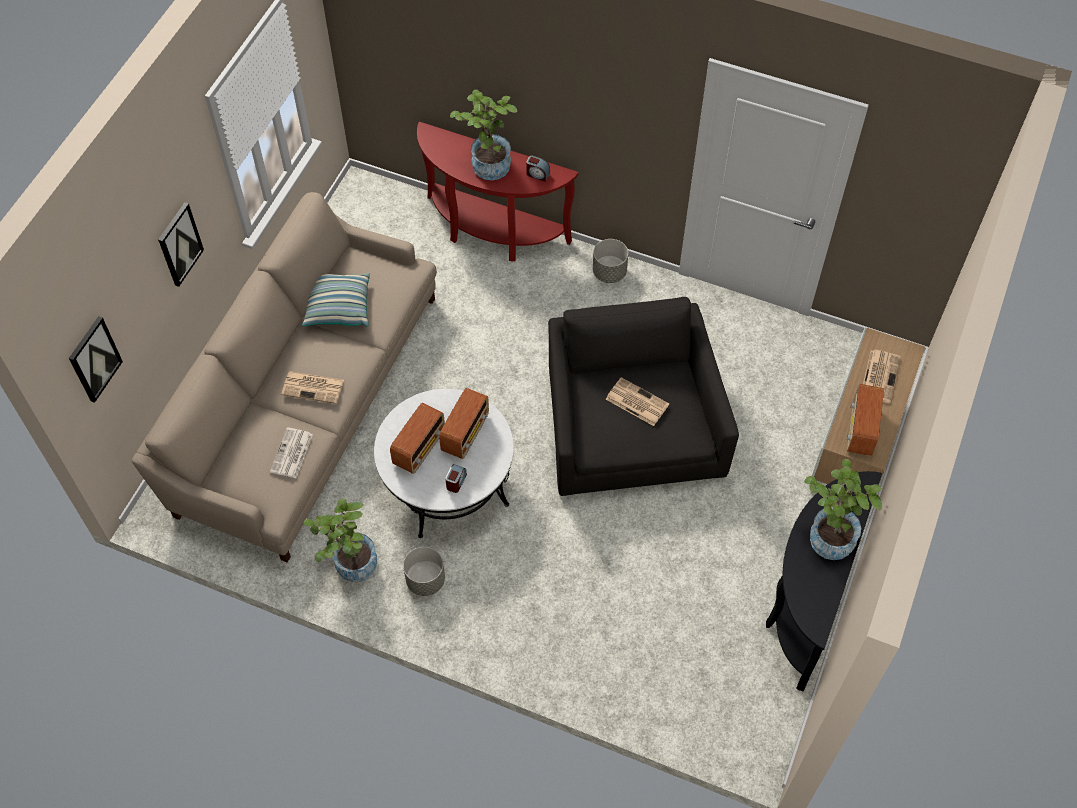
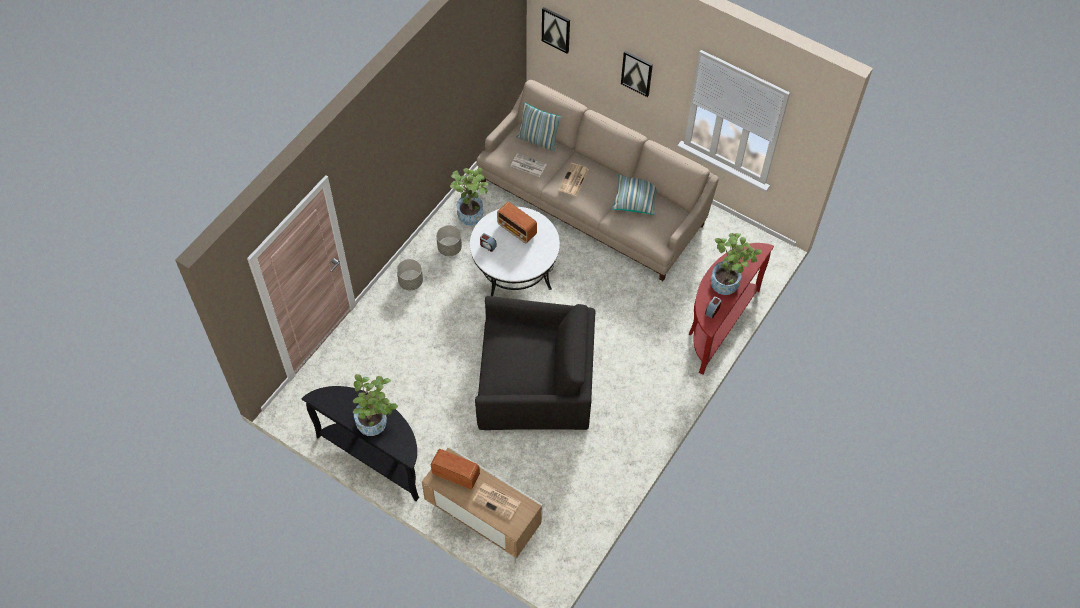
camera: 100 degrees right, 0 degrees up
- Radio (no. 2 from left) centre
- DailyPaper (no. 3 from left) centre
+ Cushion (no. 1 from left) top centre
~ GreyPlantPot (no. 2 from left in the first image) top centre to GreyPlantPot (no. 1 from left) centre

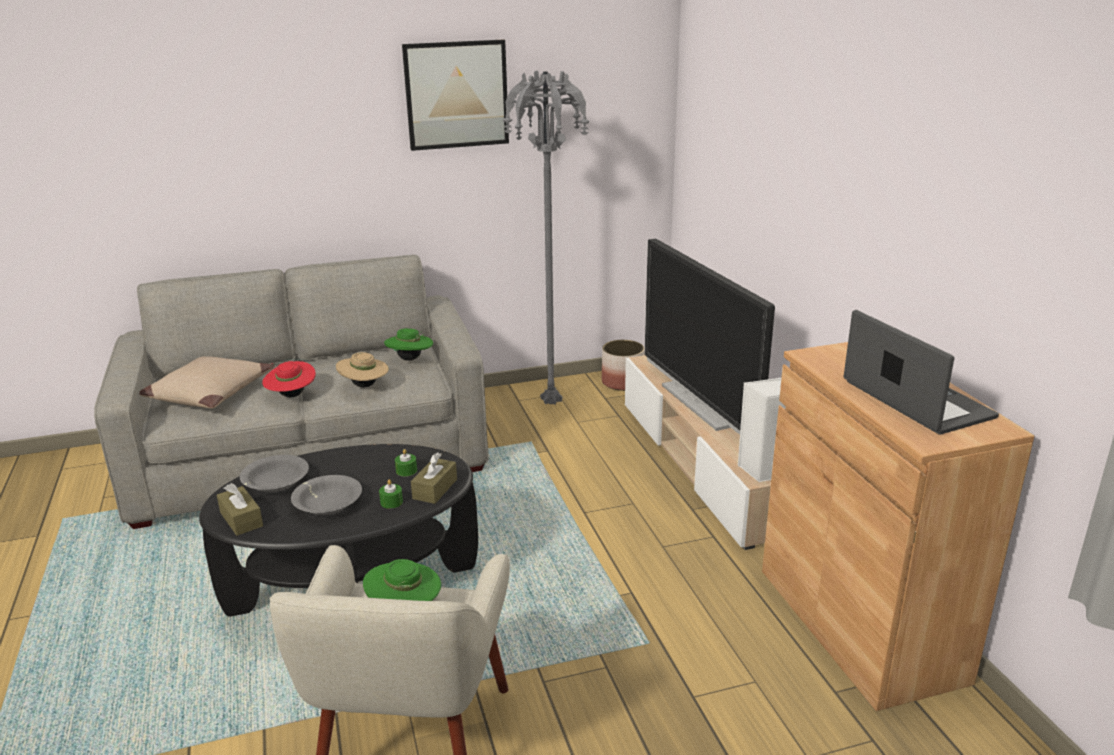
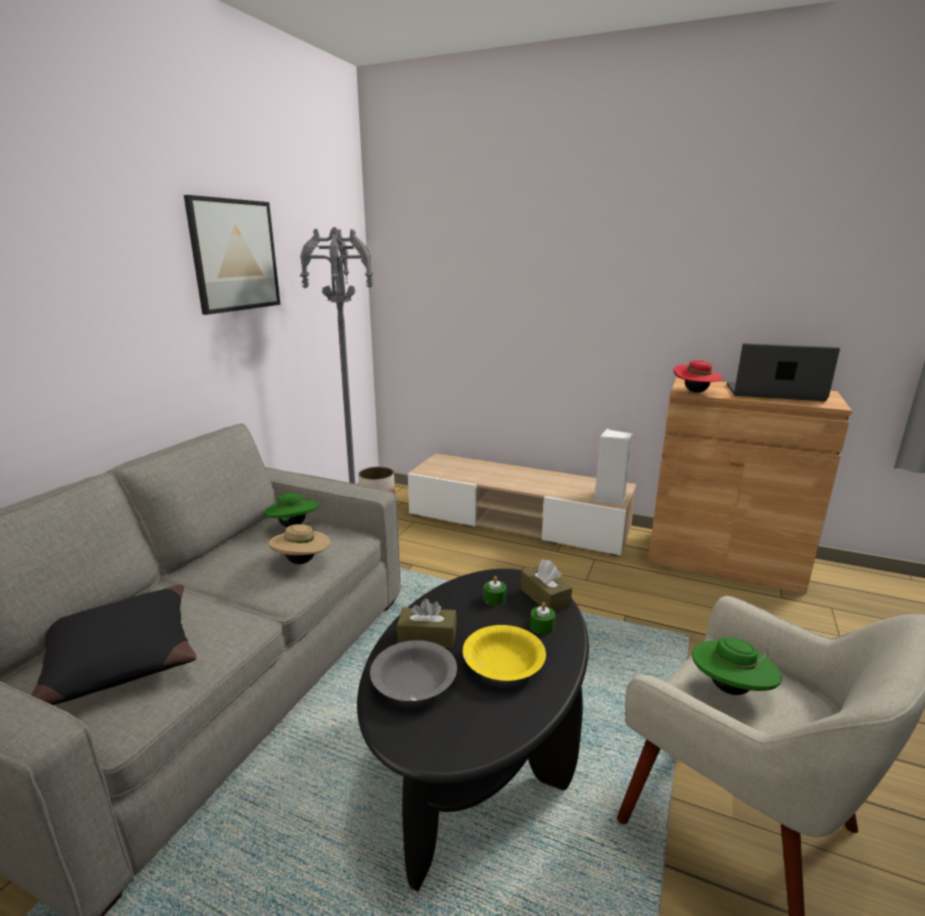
camera: 50 degrees left, 5 degrees down
- Television centre
~ BrownTissueHolder (no. 1 from left) bottom left to bottom centre
~ RedColouredHat middle left to middle right
~ SandColouredCushion middle left to BlackishCushion bottom left
~ GreyDeepDish (no. 2 from left) middle left to YellowColouredDeepDish bottom centre

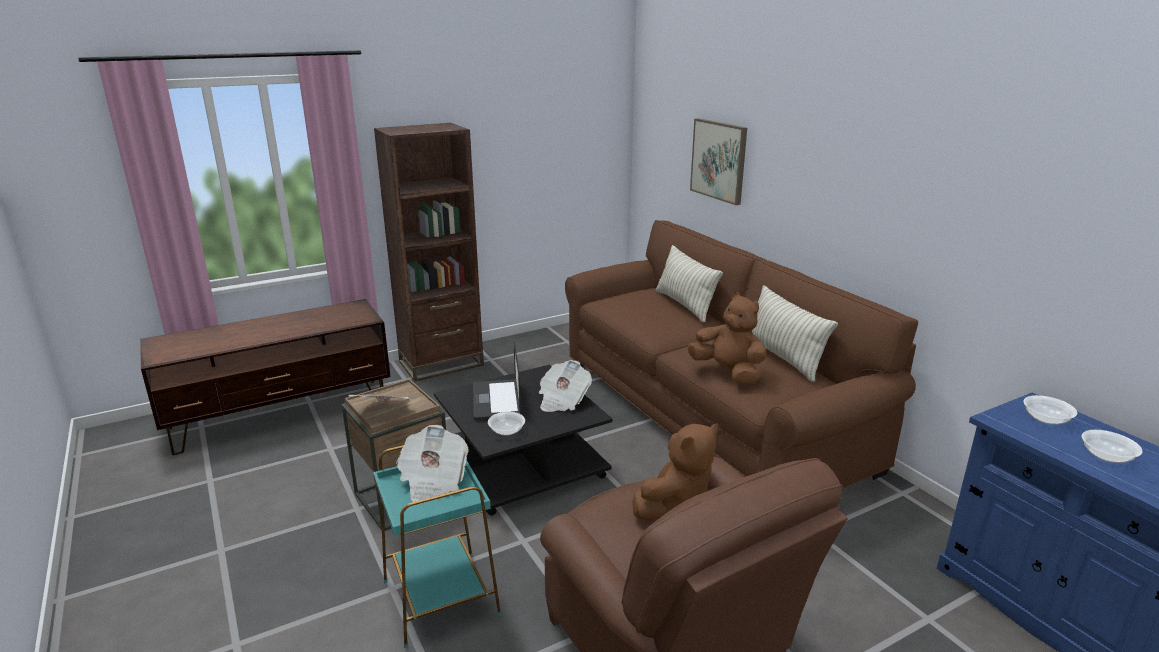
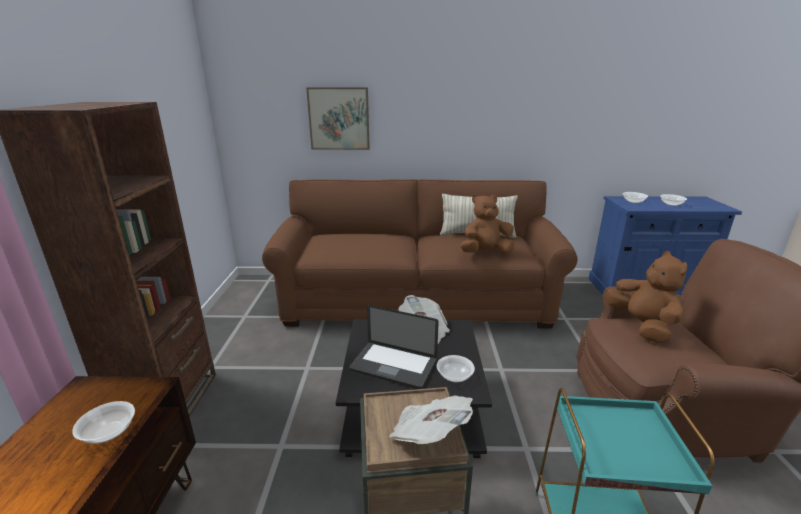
camera: 60 degrees left, 0 degrees up
- DailyPaper (no. 2 from left) bottom centre
- Cushion (no. 1 from left) centre
+ DeepDish (no. 1 from left) bottom left

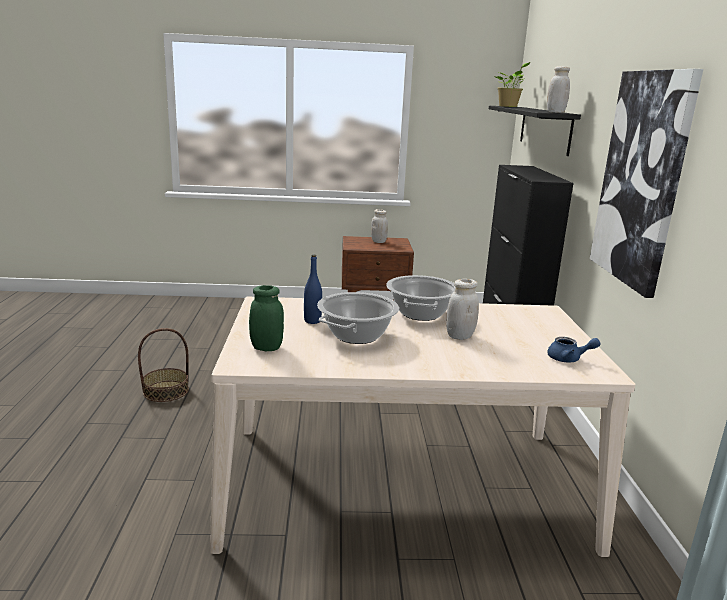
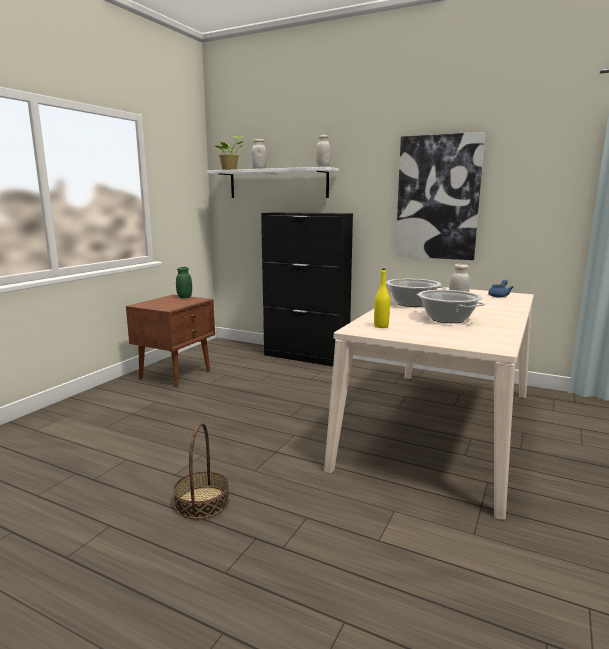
camera: 60 degrees left, 5 degrees down
- BlueColouredDrinkBottle centre
+ YellowColouredDrinkBottle centre
~ GreenColouredStorageJar centre to middle left
~ WhitishStorageJar (no. 1 from left) centre to top centre
~ BlackishBracketShelf top right to WhitishBracketShelf top centre

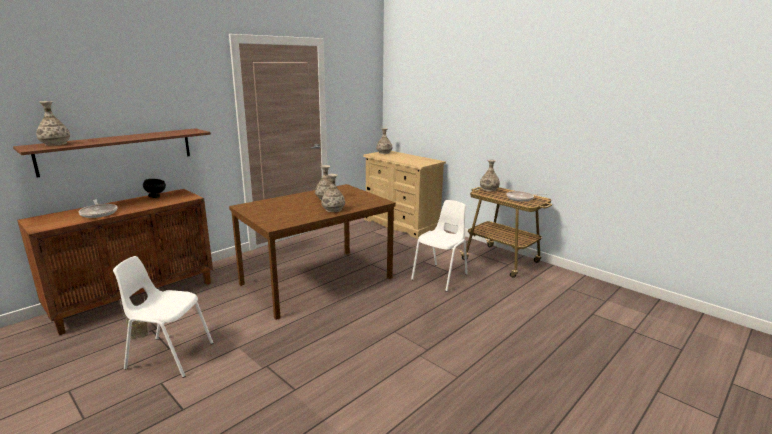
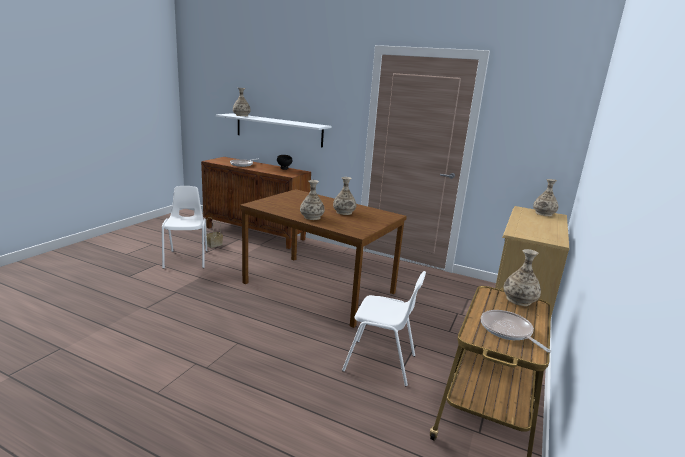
camera: 70 degrees right, 0 degrees up
~ BrownBracketShelf middle left to WhitishBracketShelf top centre

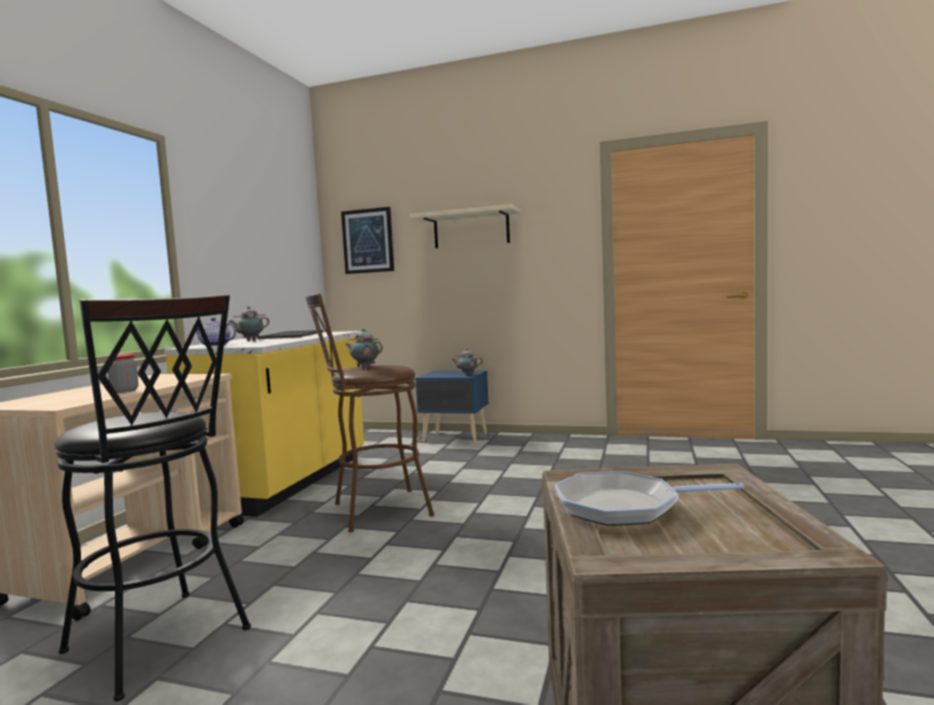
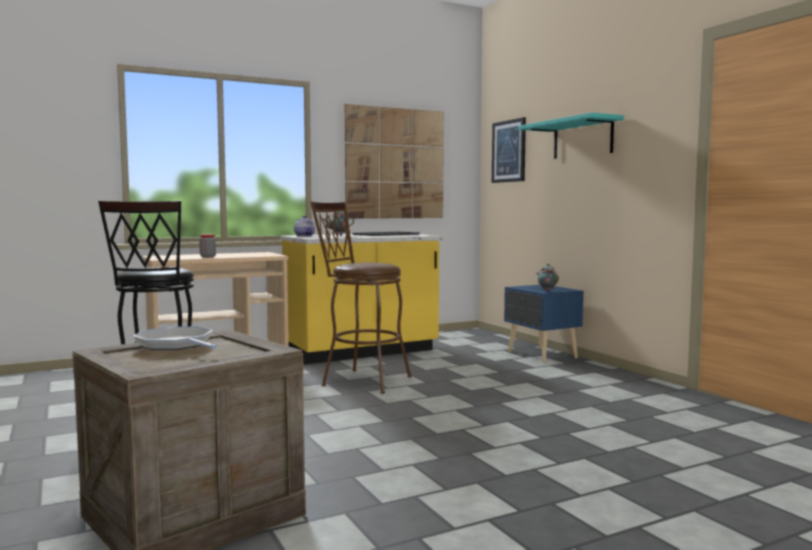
camera: 45 degrees right, 0 degrees up
- TeaPot (no. 3 from left) centre
+ WallArt (no. 1 from left) top centre
~ SandColouredBracketShelf top centre to TurquoiseColouredBracketShelf top right

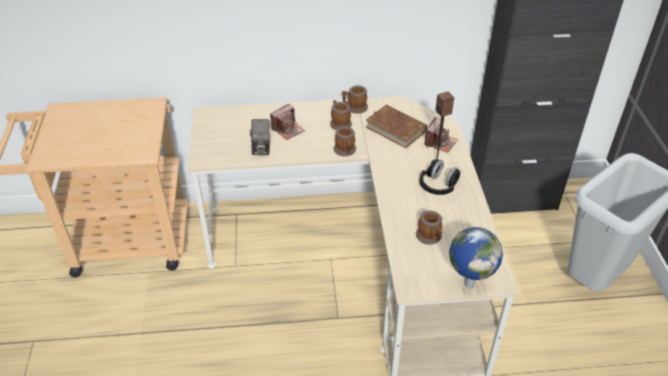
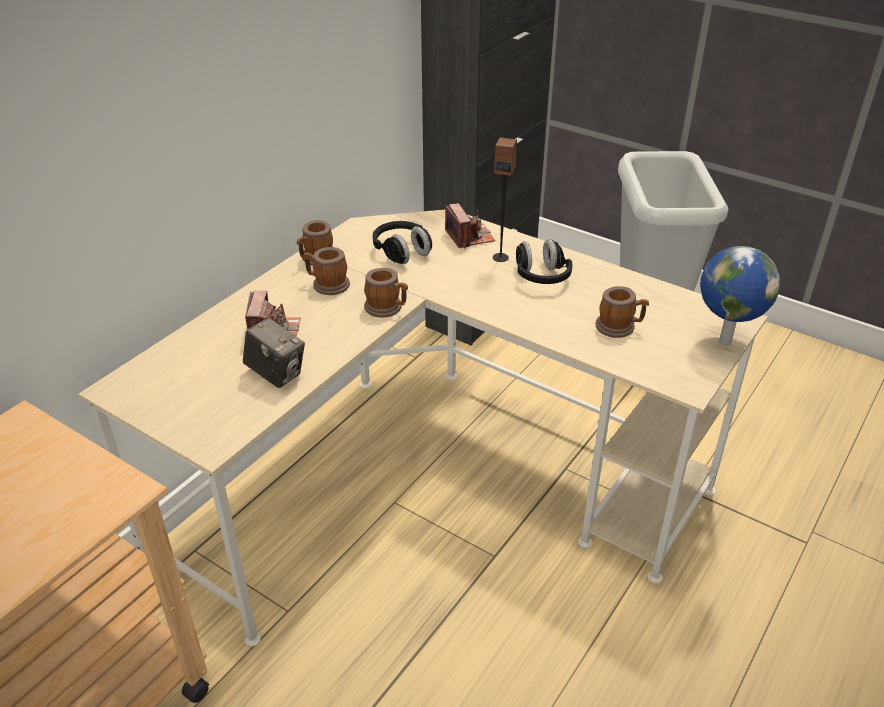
camera: 50 degrees left, 5 degrees down
~ BrownBook centre to BlackishHeadphones (no. 1 from left) centre

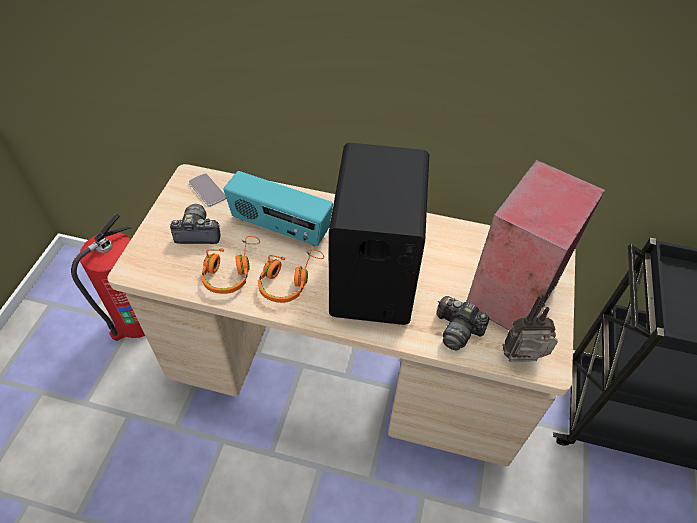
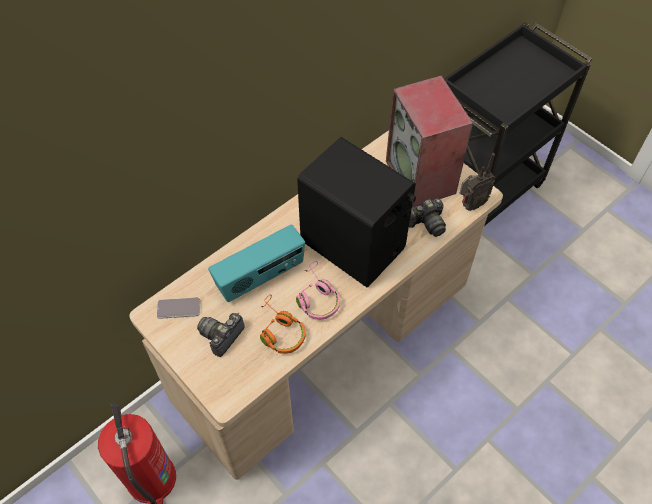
camera: 55 degrees left, 5 degrees up
~ OrangeHeadphones (no. 2 from left) centre to PinkColouredHeadphones centre
~ Radio (no. 2 from left) middle right = middle right 150 degrees counterclockwise

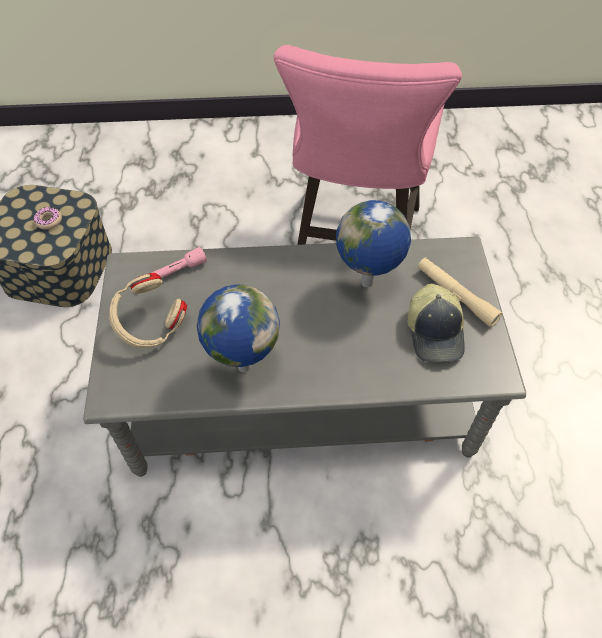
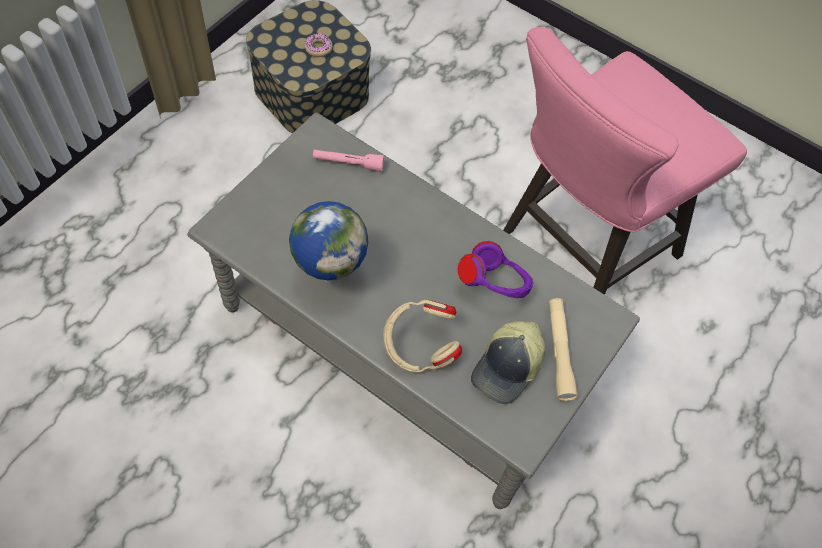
camera: 35 degrees right, 5 degrees up
~ SandColouredHeadphones middle left to centre
~ DeskGlobe (no. 2 from left) centre to PurplishHeadphones centre

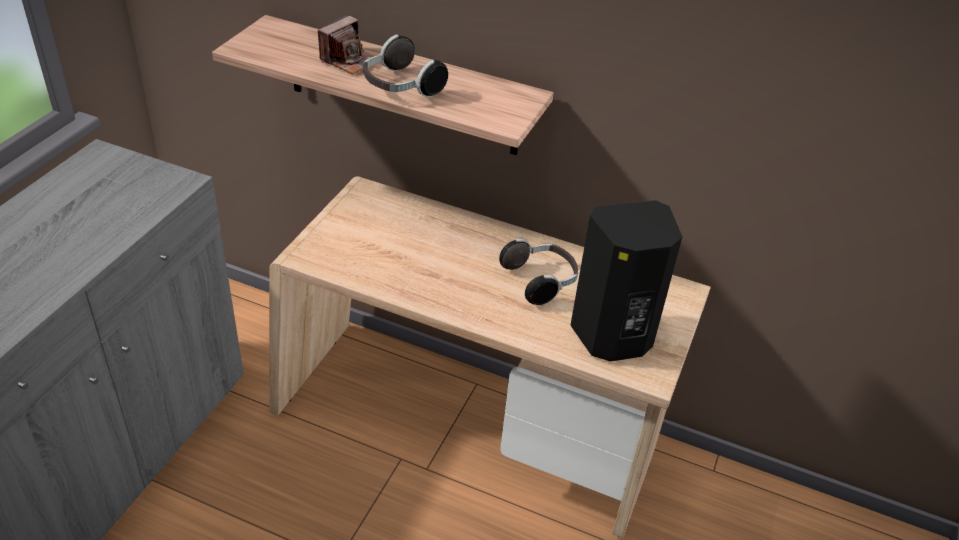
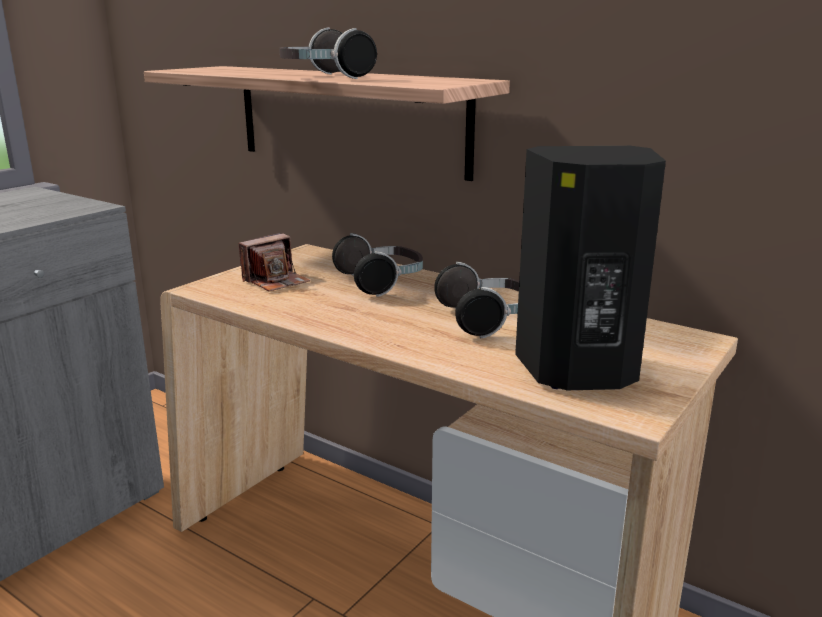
camera: 15 degrees right, 20 degrees down
+ Headphones (no. 2 from left) centre
~ PhotoCamera top centre to centre

